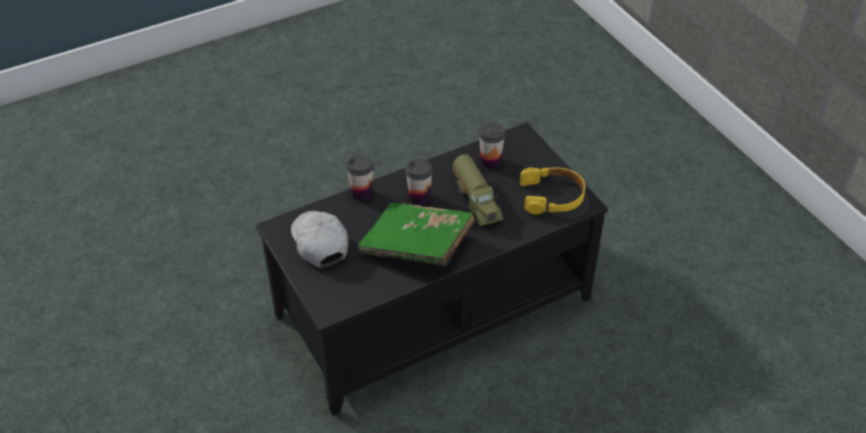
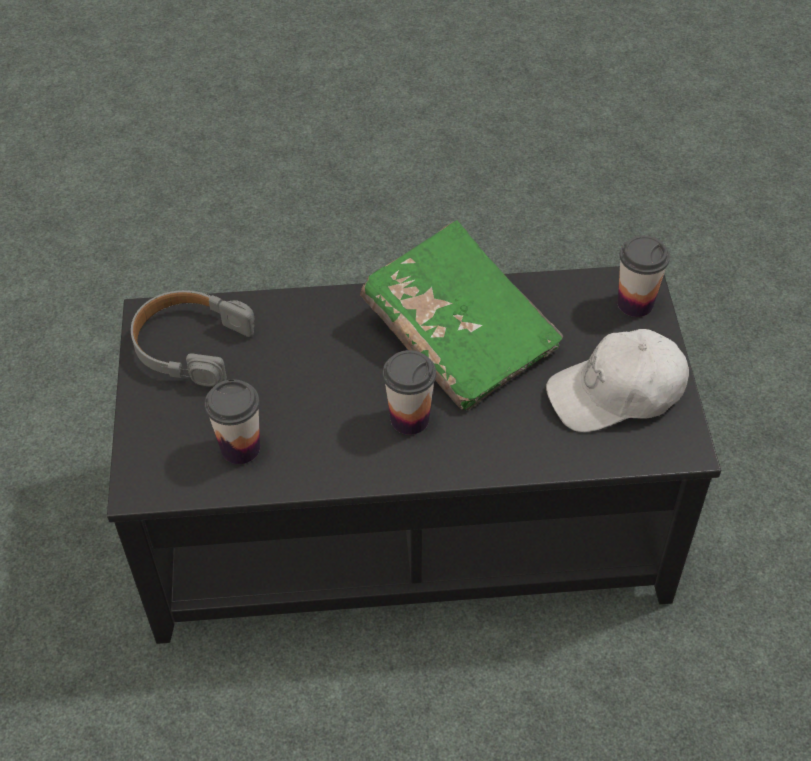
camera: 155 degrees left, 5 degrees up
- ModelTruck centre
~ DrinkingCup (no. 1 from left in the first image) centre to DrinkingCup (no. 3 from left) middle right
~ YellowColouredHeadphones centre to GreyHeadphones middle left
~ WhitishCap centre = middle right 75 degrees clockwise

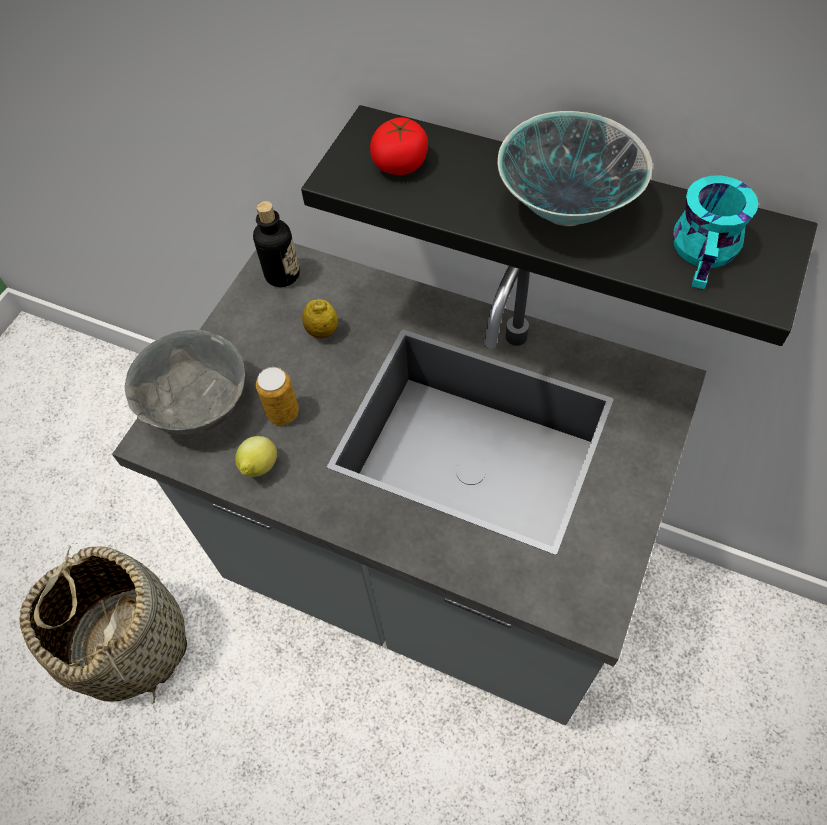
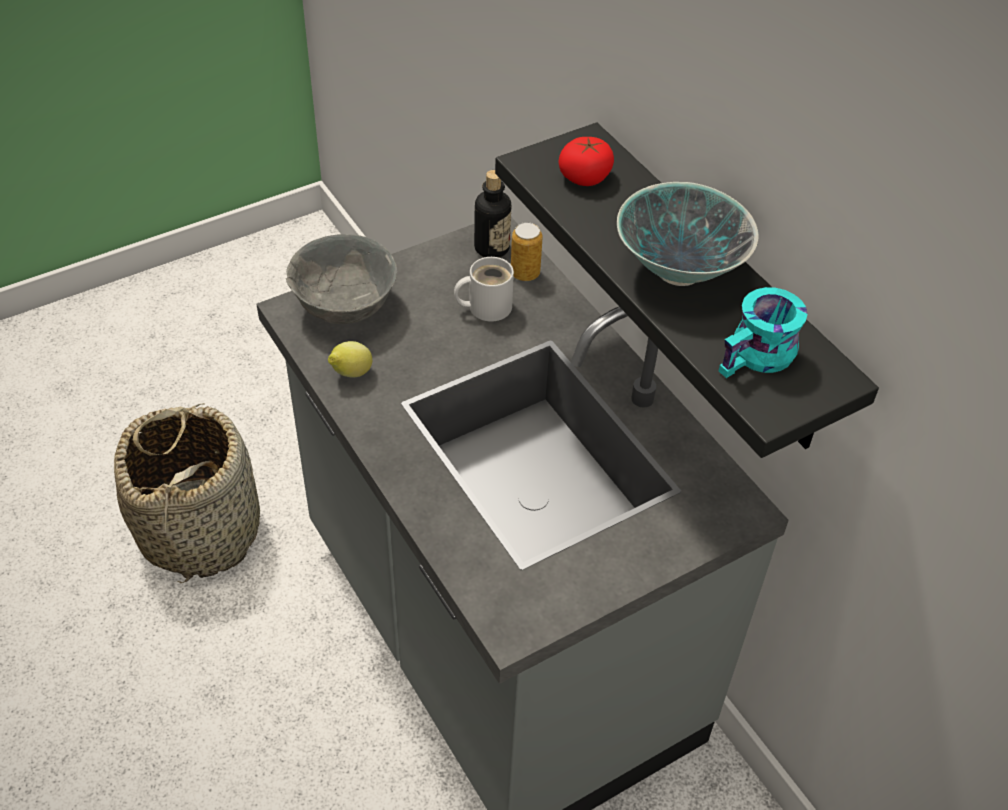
camera: 30 degrees right, 10 degrees down
~ SealedCan centre to top centre
~ WholeLemon (no. 2 from left) centre to WhitishMug centre

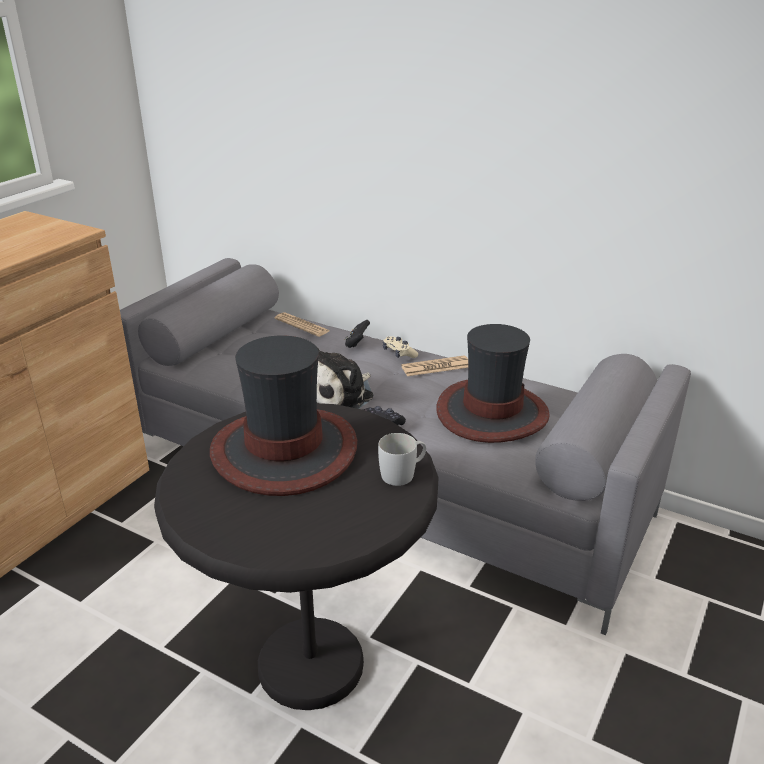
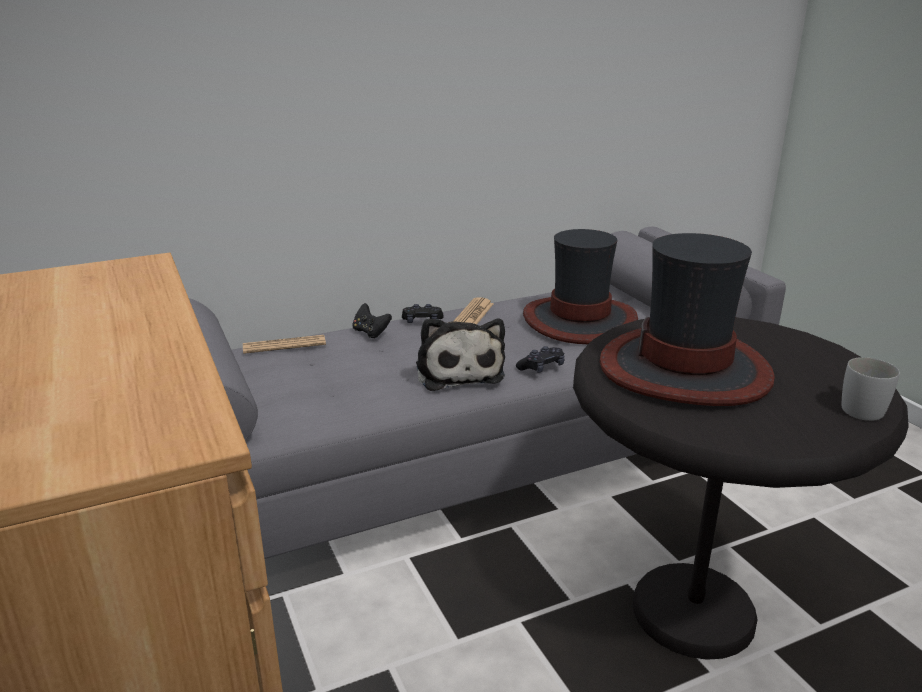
camera: 55 degrees left, 5 degrees down
~ WhitishMug centre to middle right
~ SandColouredJoypad centre to BlackishJoypad (no. 2 from left) centre

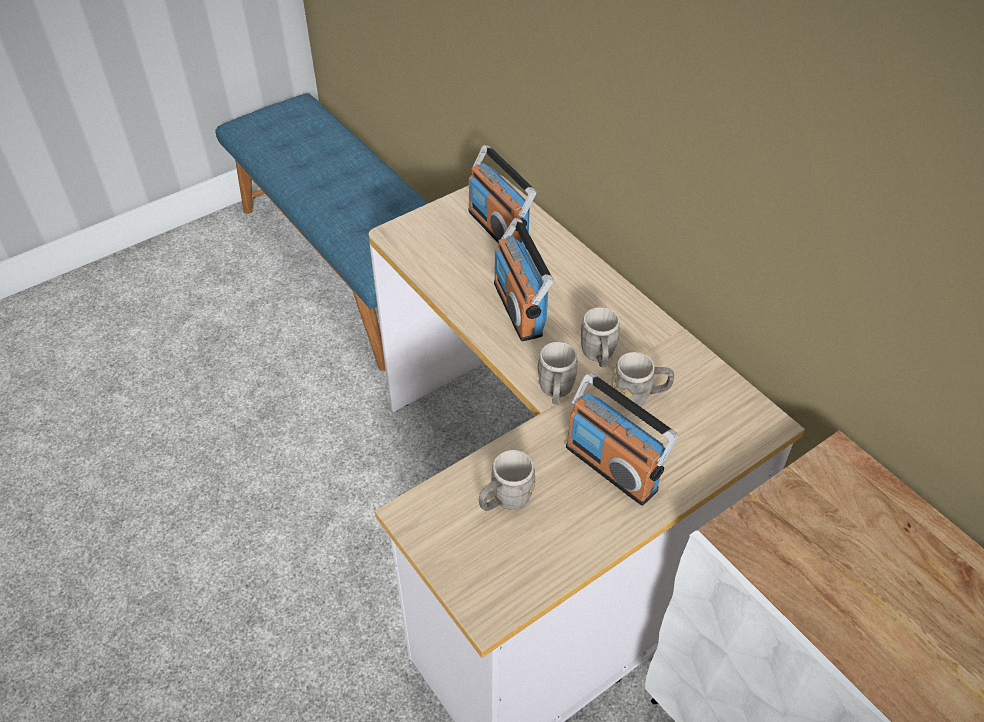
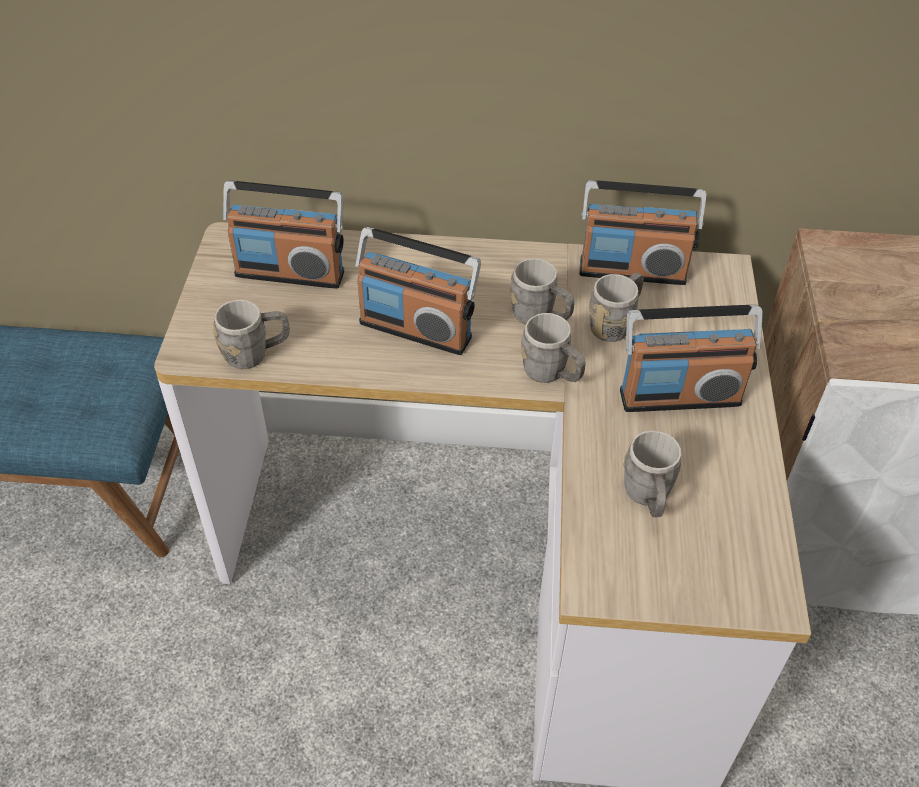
camera: 50 degrees left, 0 degrees up
+ GreyMug (no. 1 from left) middle left
+ Radio (no. 3 from left) top right

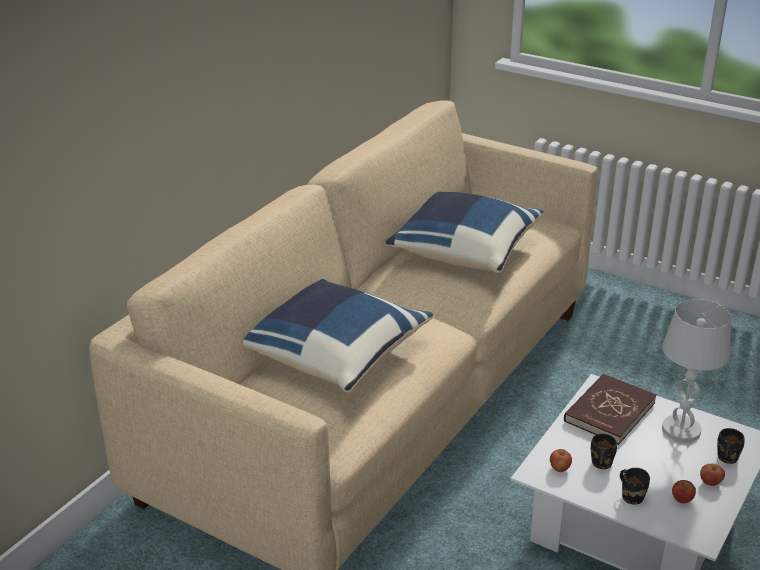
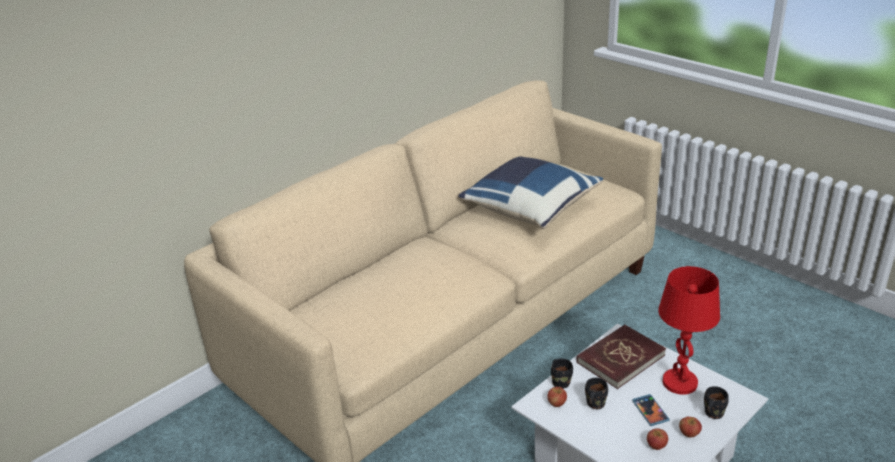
camera: 15 degrees right, 0 degrees up
- BlueColouredCushion (no. 1 from left) centre
+ Handset bottom right
~ BlackishMug (no. 2 from left in the first image) bottom right to BlackishMug (no. 1 from left) bottom centre
~ WhitishTableLamp middle right to RedColouredTableLamp bottom right

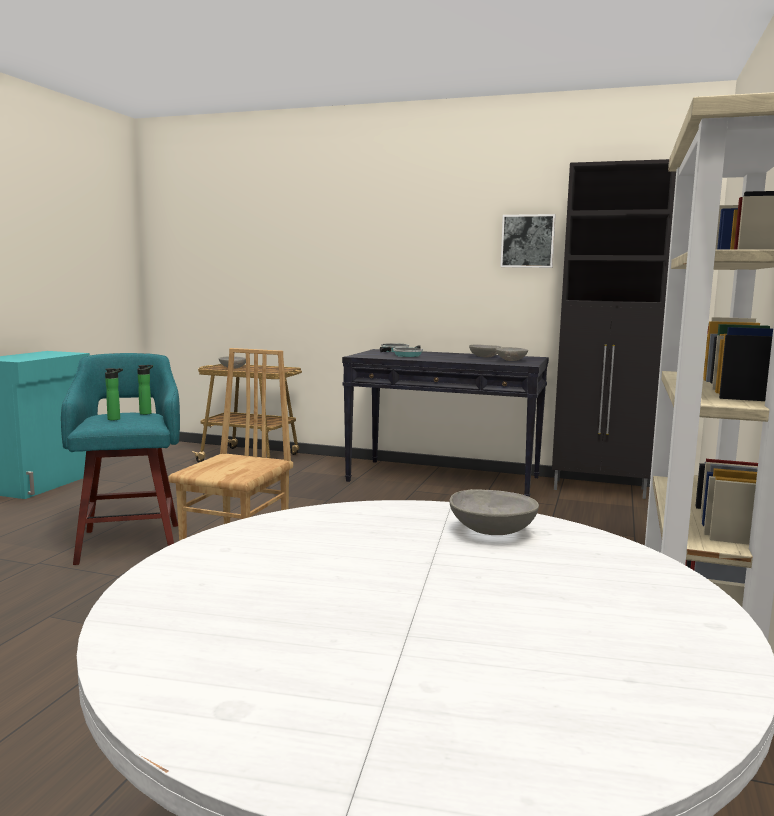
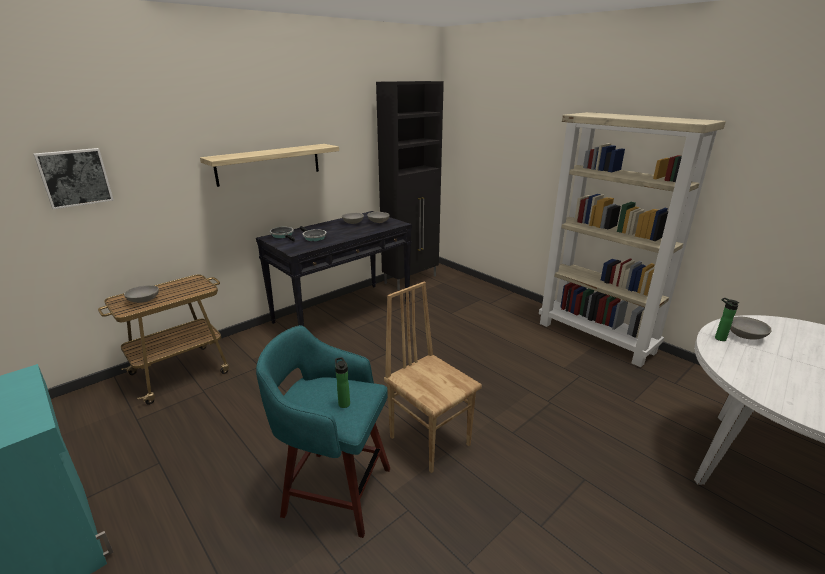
camera: 60 degrees left, 15 degrees up
+ BracketShelf top left
~ DrinkBottle (no. 2 from left) middle left to middle right
~ WallArt top right to top left

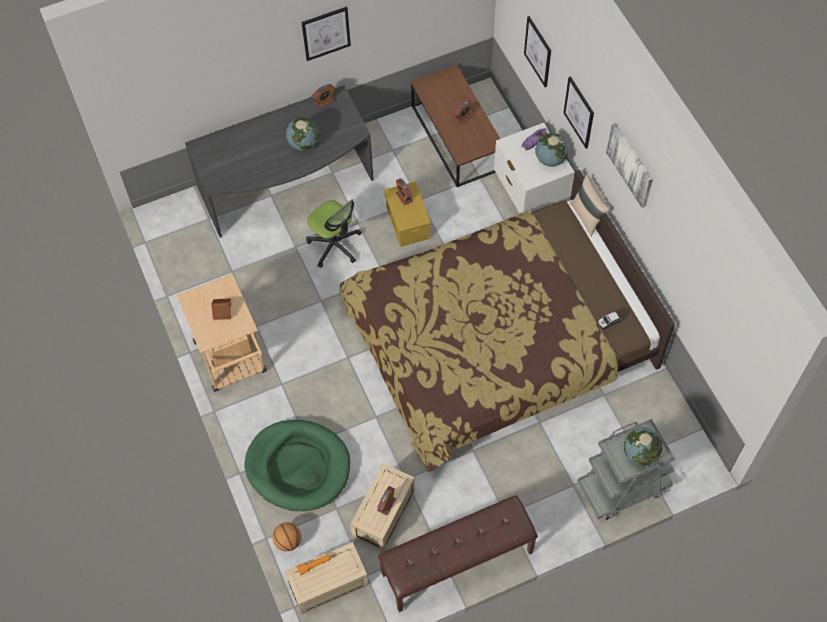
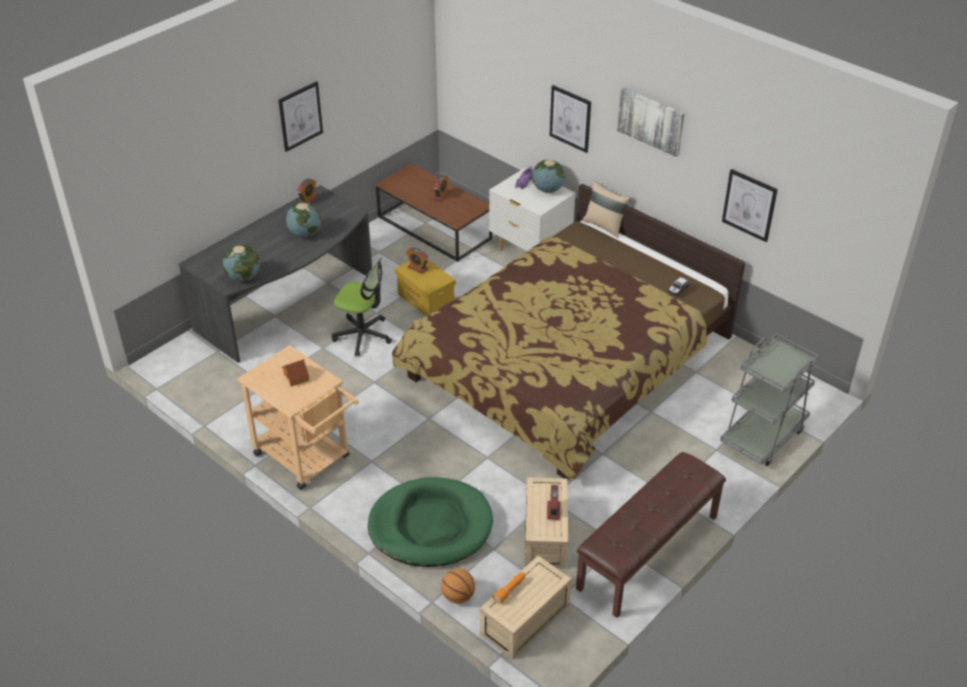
camera: 25 degrees left, 20 degrees down
~ WallArt (no. 2 from left in the first image) top centre to WallArt (no. 4 from left) top right
~ DeskGlobe (no. 3 from left in the first image) bottom right to DeskGlobe (no. 1 from left) middle left

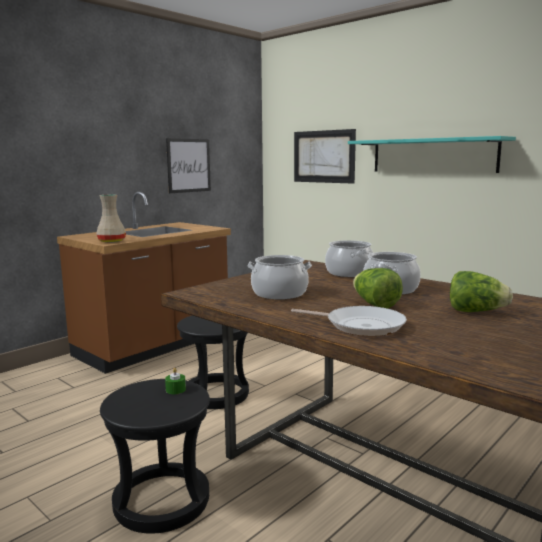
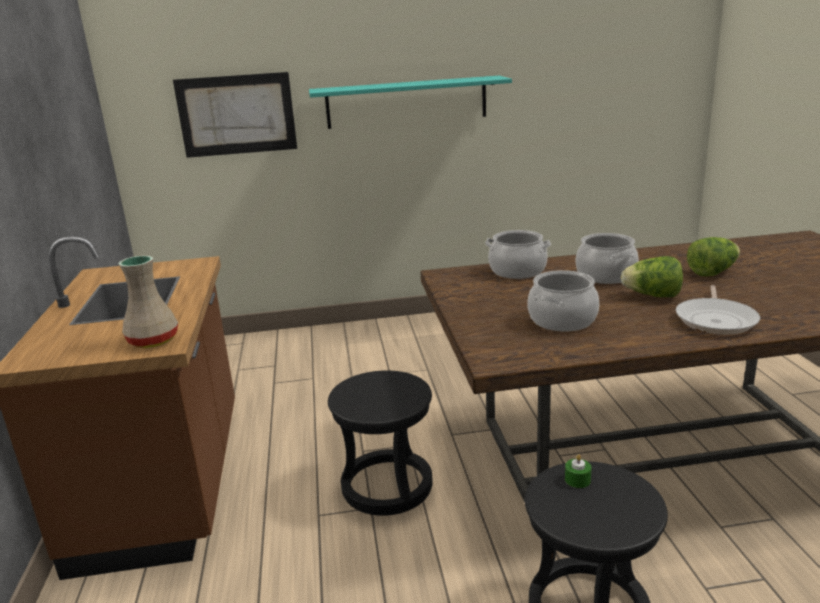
camera: 50 degrees left, 10 degrees up
- WallArt (no. 1 from left) top centre
~ Pan centre = middle right 135 degrees clockwise

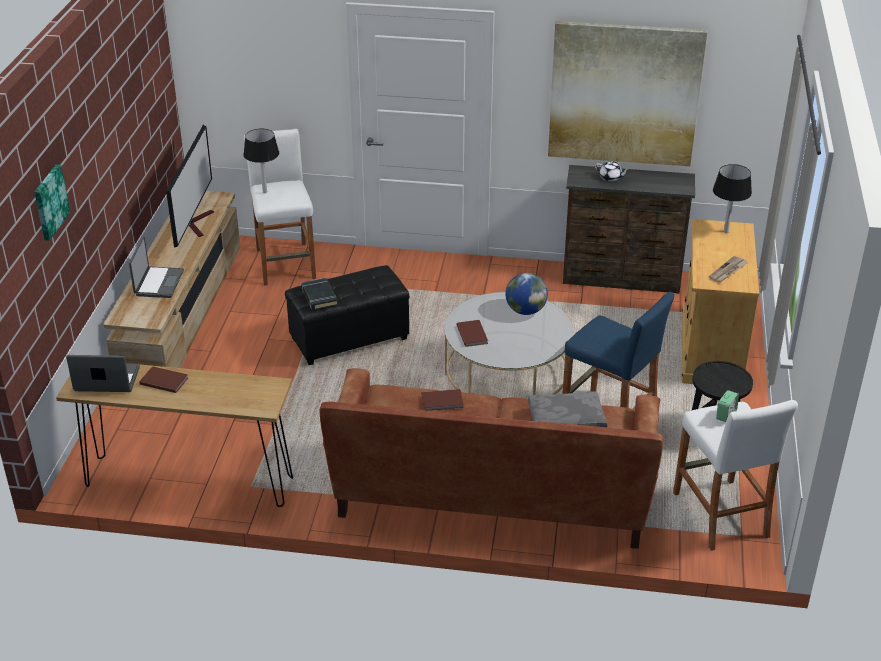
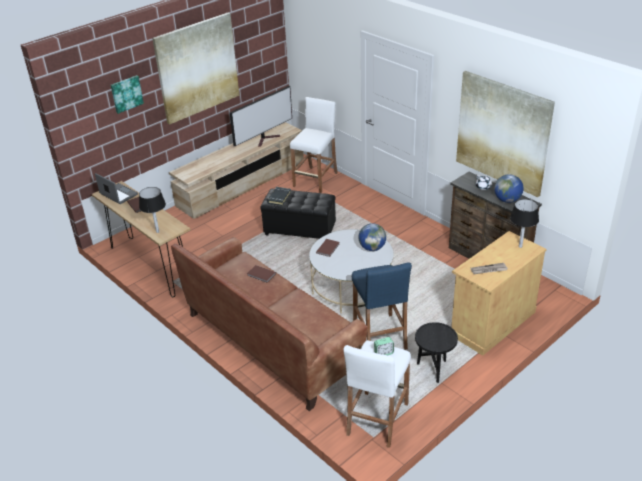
camera: 40 degrees right, 0 degrees up
- NotebookComputer (no. 2 from left) middle left
- GreyCushion centre
+ WallArt (no. 2 from left) top left
+ DeskGlobe (no. 2 from left) middle right
~ BlackishTableLamp (no. 1 from left) top left to middle left

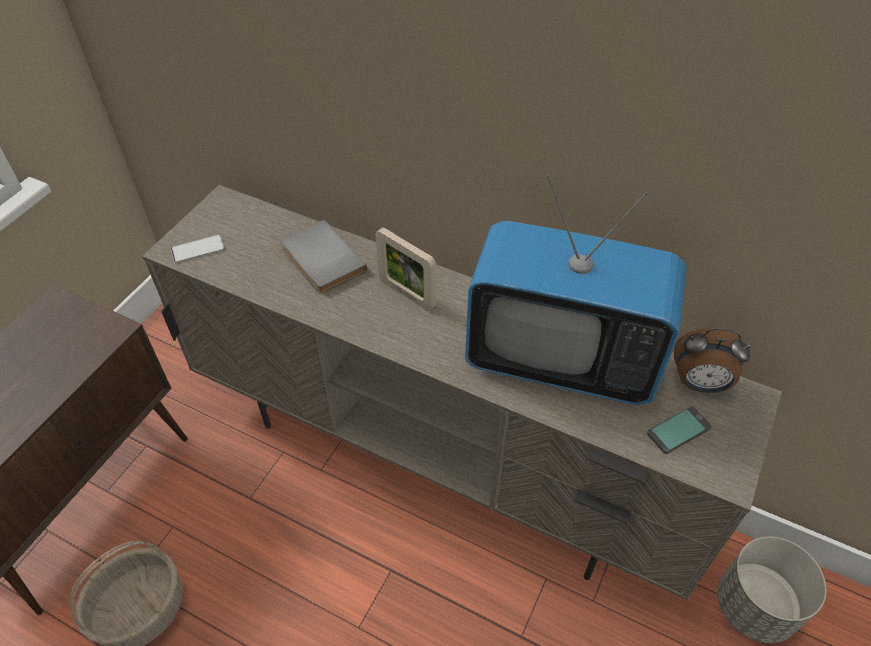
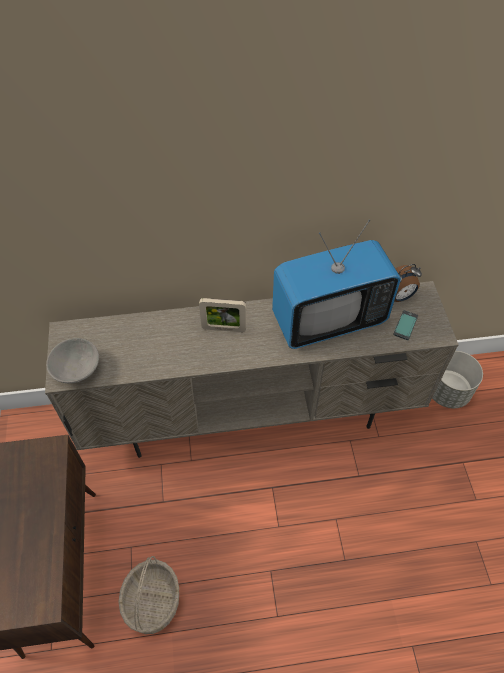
camera: 35 degrees left, 5 degrees up
- GreyBook centre
~ Handset (no. 1 from left) middle left to GreyDeepDish middle left

